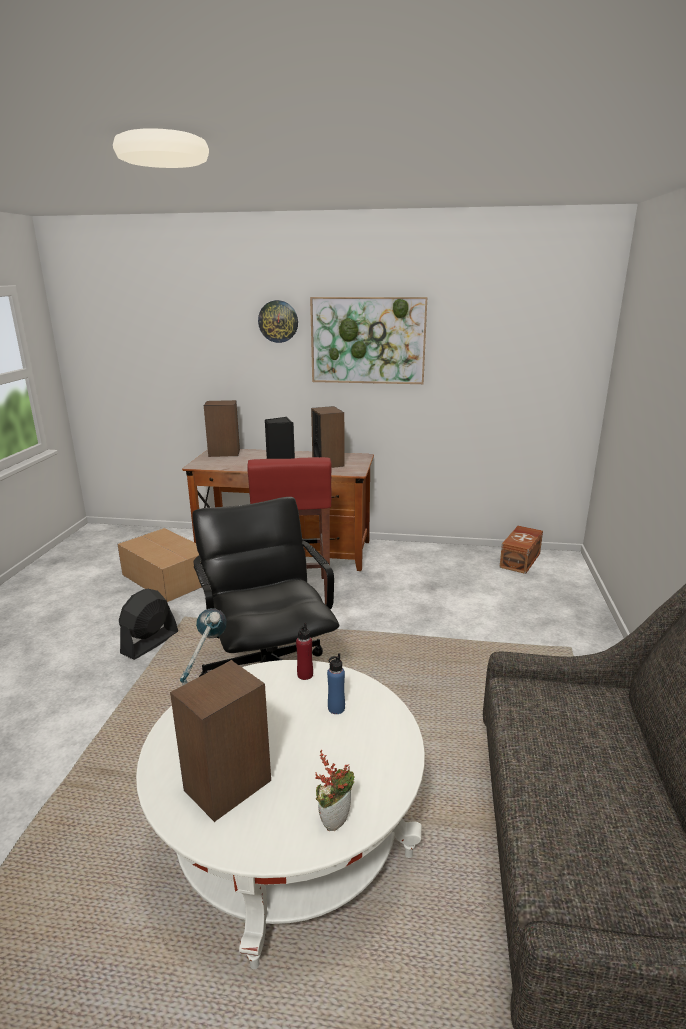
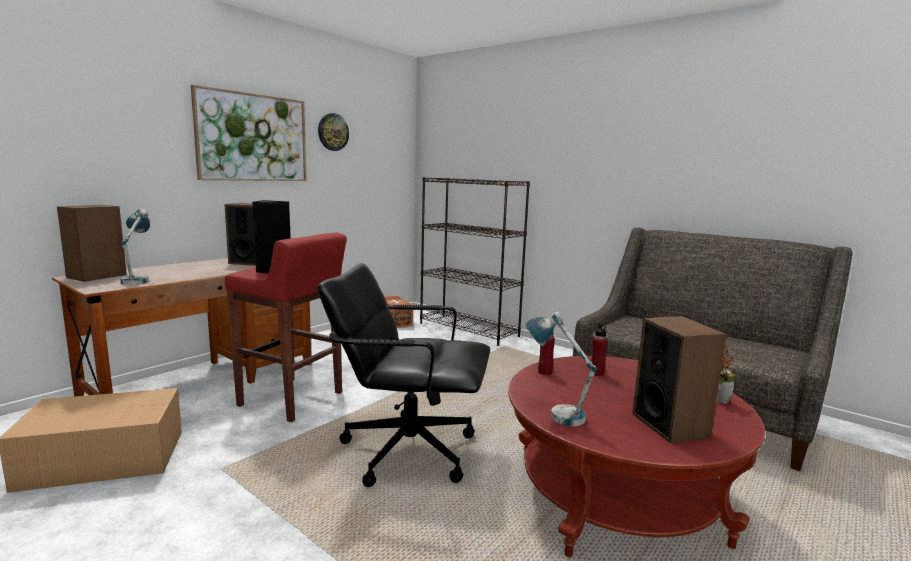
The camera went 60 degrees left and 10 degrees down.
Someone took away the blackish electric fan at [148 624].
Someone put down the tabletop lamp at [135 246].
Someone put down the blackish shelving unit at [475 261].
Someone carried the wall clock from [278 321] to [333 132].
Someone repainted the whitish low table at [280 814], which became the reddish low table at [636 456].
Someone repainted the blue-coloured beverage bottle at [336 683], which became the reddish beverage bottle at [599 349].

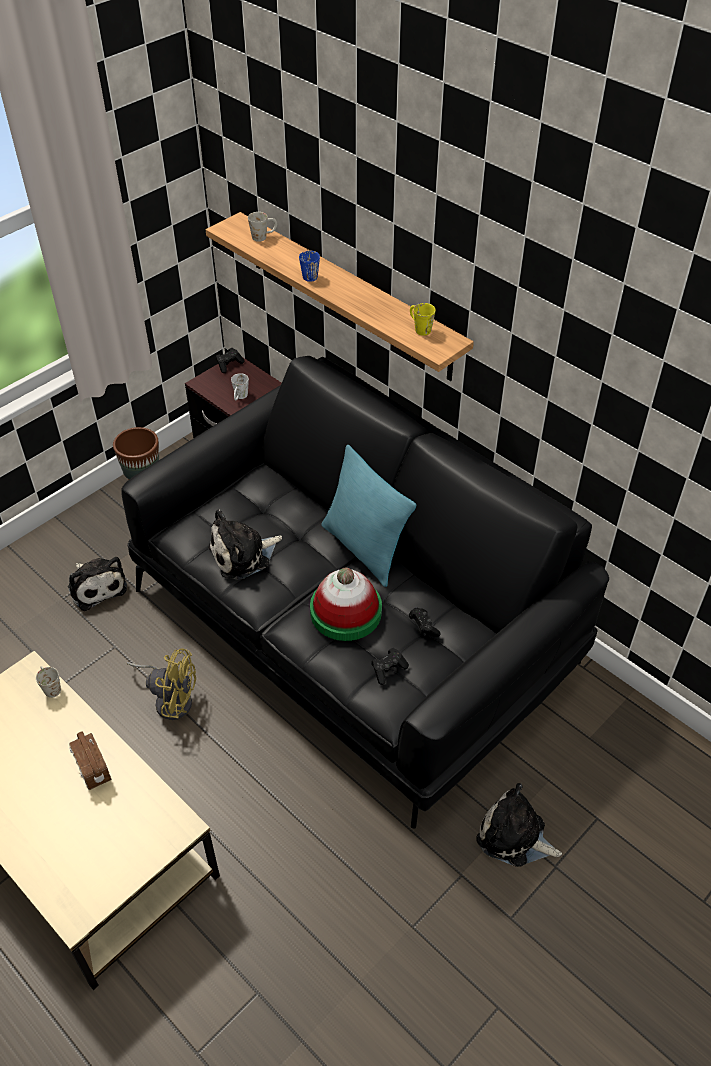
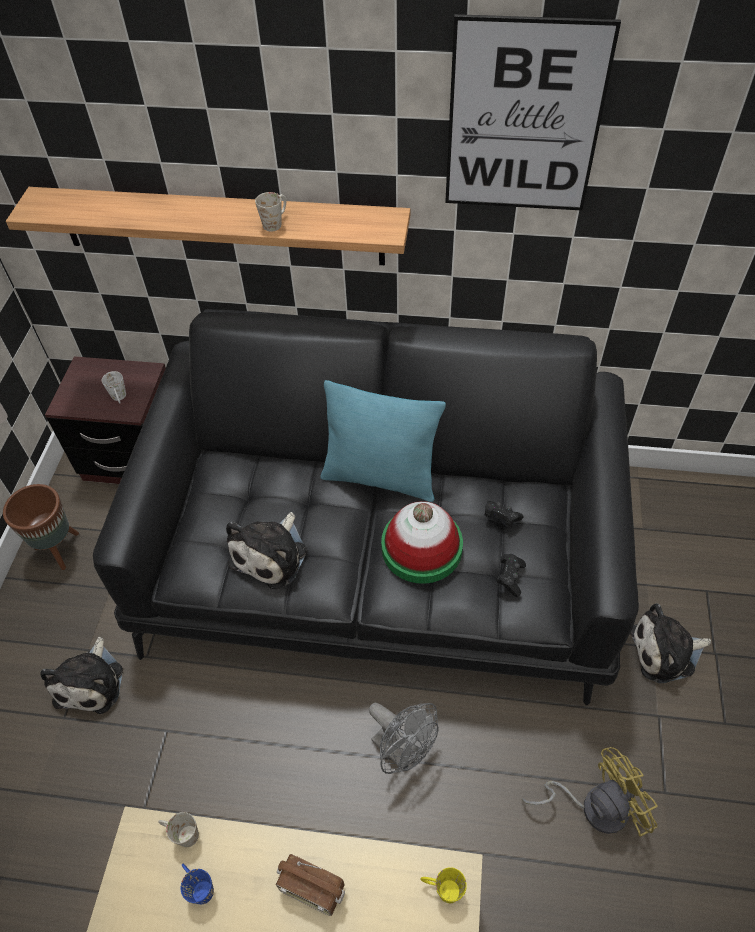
The camera went 35 degrees left and 5 degrees up.
Someone took away the blackish game controller at [230 360].
Someone put down the grey electric fan at [403 738].
Someone put up the picture at [533 112].
Someone carried the yellow electric fan from [161 684] to [590 792].
Someone carried the whitish mug from [262 227] to [270 211].
Someone carried the blue-coloured mug from [309 266] to [197 884].
Someone carried the yellow mug from [423 319] to [443 885].
Someone rotated the soft toy at [97 584] by 75 degrees clockwise.

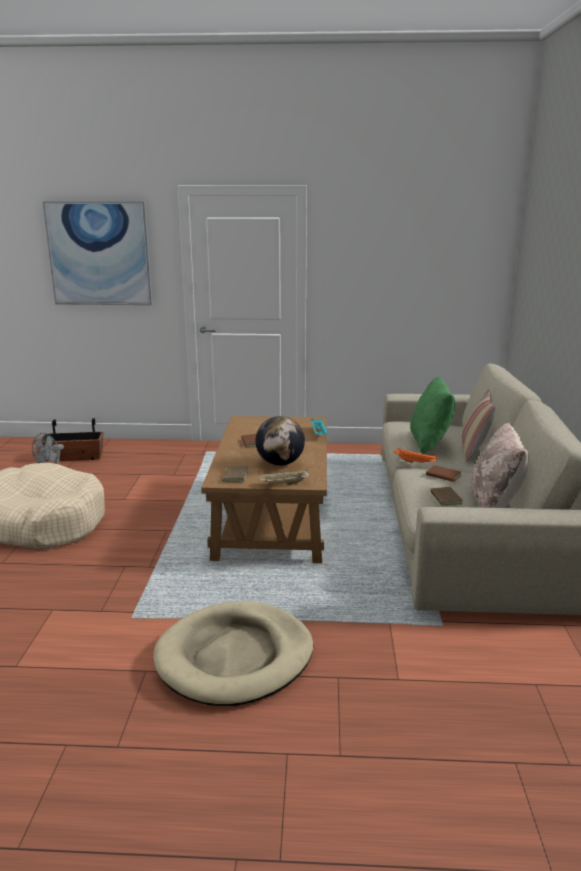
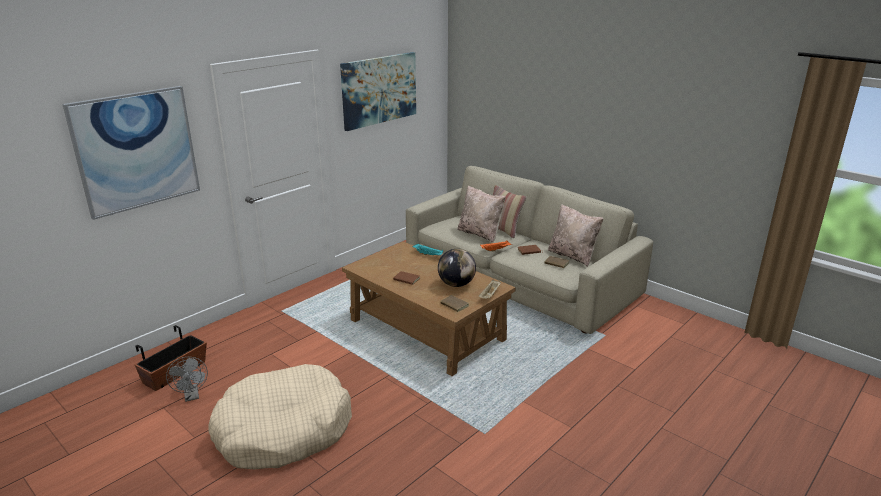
The camera went 50 degrees left and 5 degrees up.
Someone took away the sand-coloured dog bed at [233 653].
Someone put up the picture at [378 91].
Someone repainted the green-coloured pillow at [432 415], which became the sand-coloured pillow at [481 214].

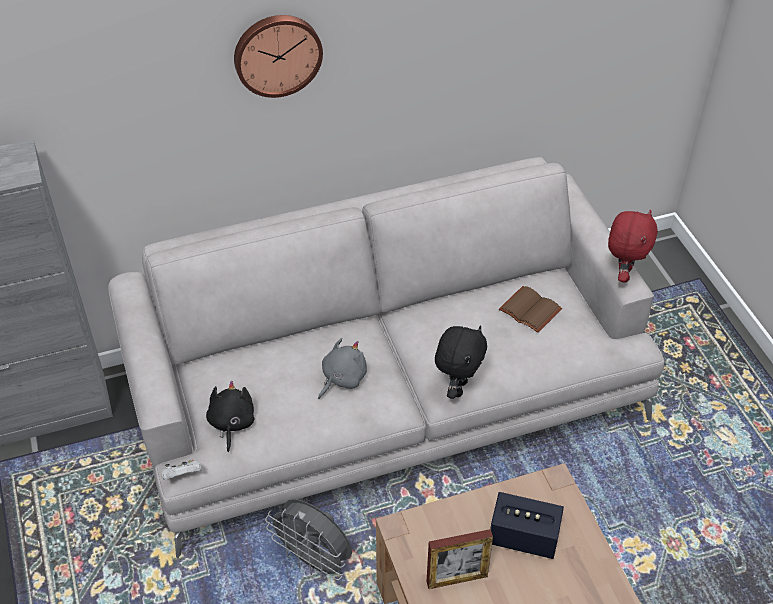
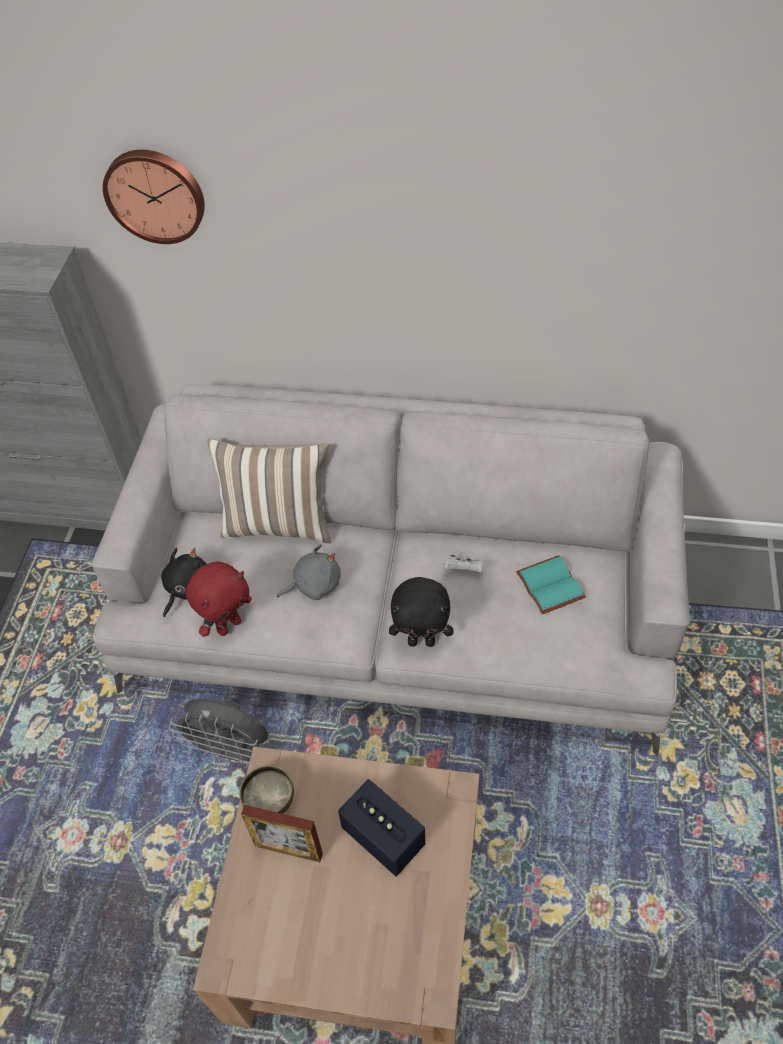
The camera went 30 degrees right and 5 degrees up.
Someone put down the pillow at [270 491].
Someone put down the deep dish at [266 789].
Someone carried the whitish game controller from [181 470] to [463 563].
Someone carried the wall clock from [278 56] to [154 197].
Someone carried the reddish soft toy from [633 246] to [219 599].
Someone repainted the brown-coloured bound book at [530 309], which became the turquoise bound book at [551 584].
Someone rotated the grey electric fan at [308 539] by 45 degrees counterclockwise.
Someone rotated the blackish soft toy at [461 362] by 45 degrees clockwise.

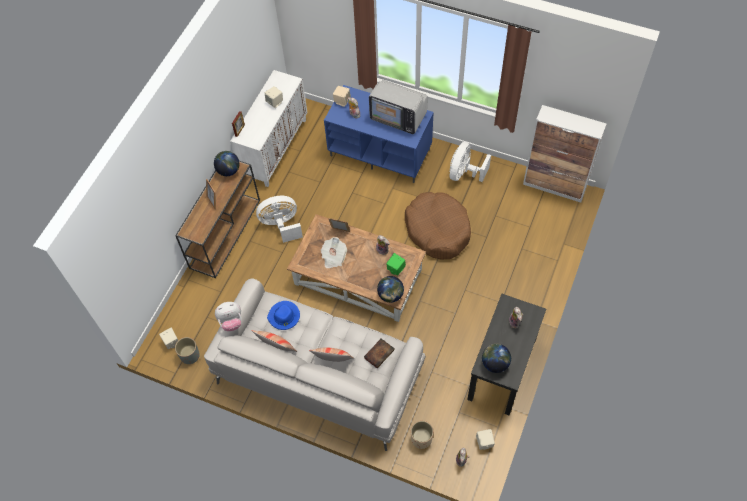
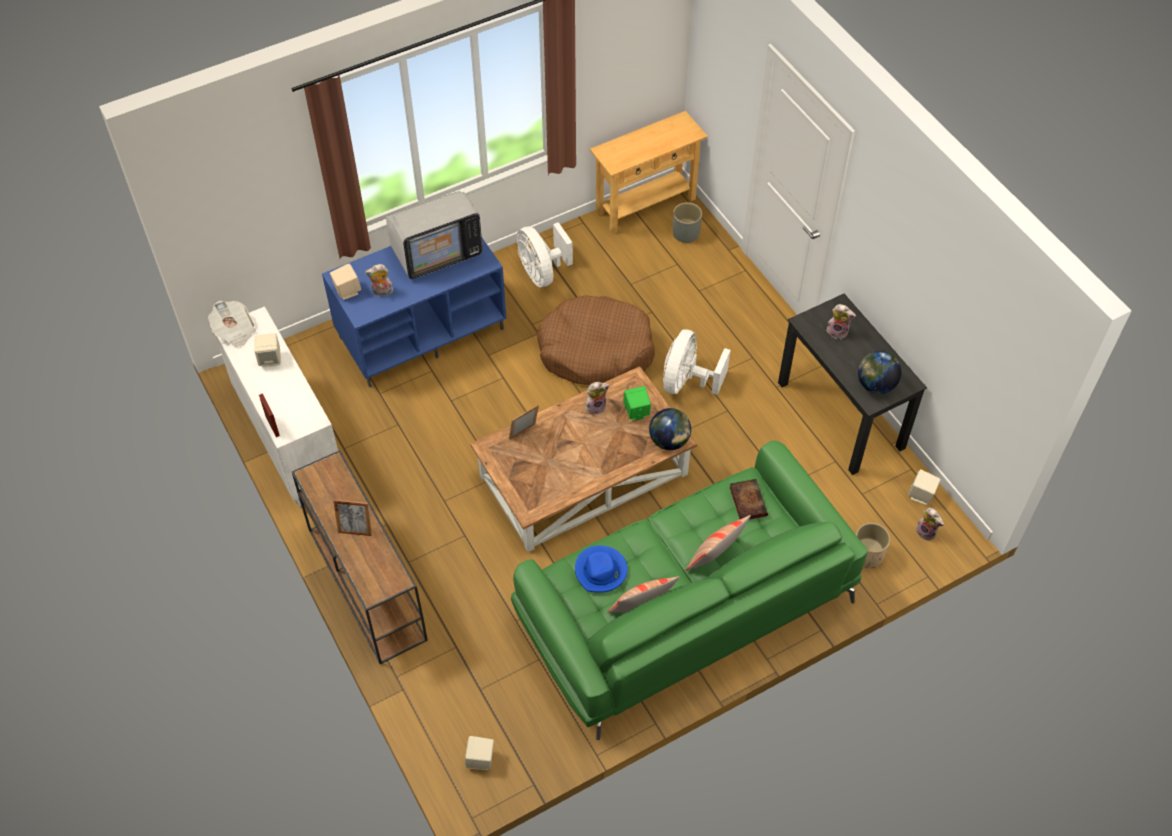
The camera went 55 degrees left and 5 degrees down.
Someone took away the world globe at [226 163].
Someone took away the soft toy at [228 316].
Someone carried the grey flower pot from [187 350] to [687 222].
Someone carried the whitish electric fan from [279 219] to [696 362].
Someone carried the daily paper from [334 252] to [232 324].
Someone swapped the storage cabinet at [564 154] for the sand-coloured hall table at [649 172].
Someone repainted the grey sofa at [315 364], which became the green-coloured sofa at [689 590].

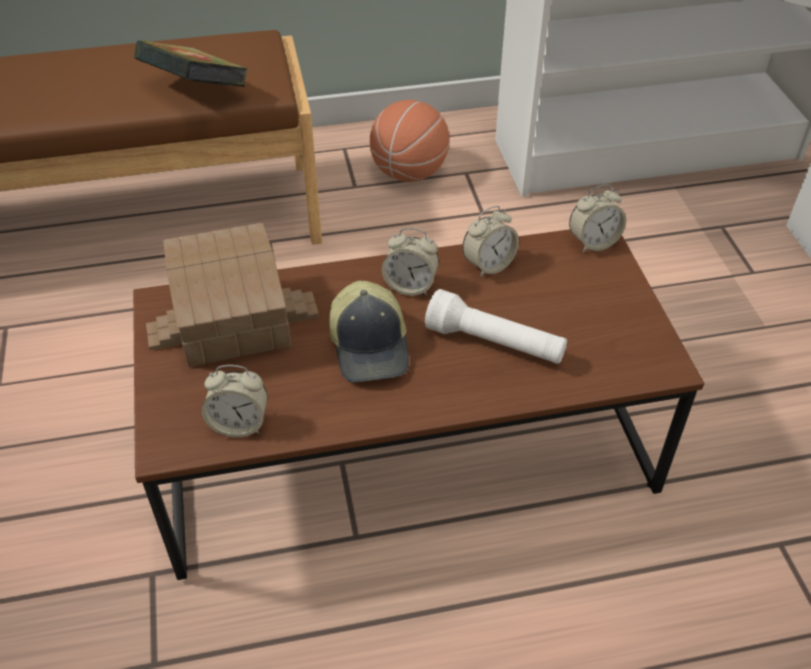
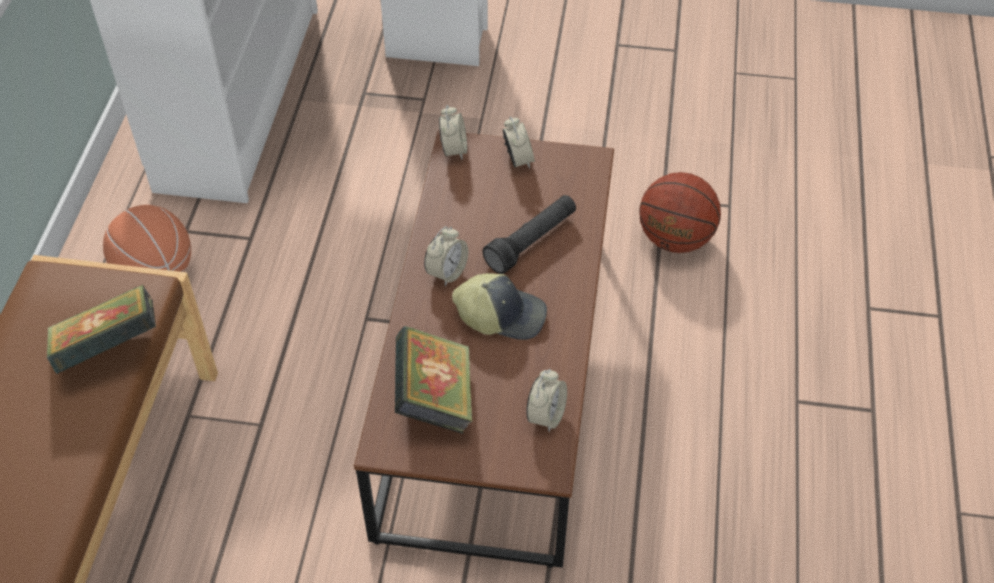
The camera went 70 degrees left and 5 degrees up.
Someone put down the basketball at [680 212].
Someone carried the alarm clock from [490 241] to [519 142].
Someone swapped the miniature house at [232 295] for the bound book at [434 380].
Someone repainted the whitish torch at [496 326], which became the blackish torch at [529 234].

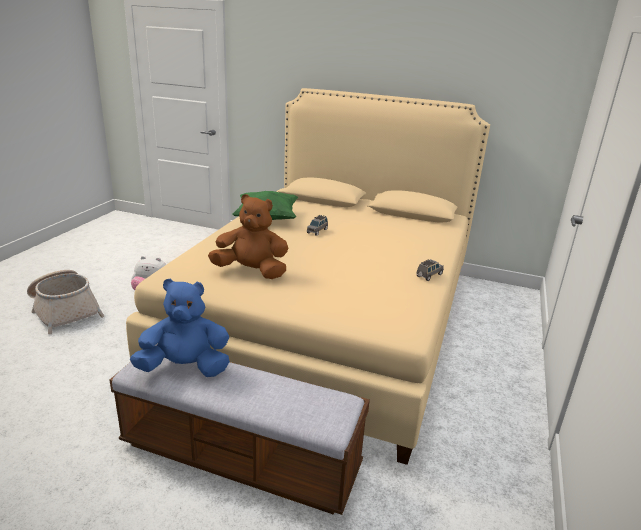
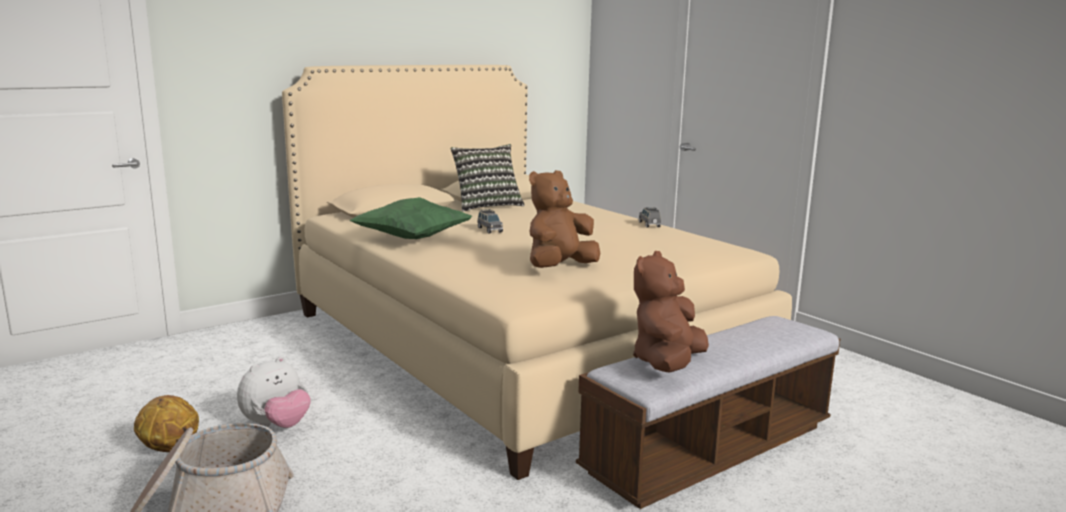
The camera went 55 degrees left and 10 degrees down.
Someone put down the basketball at [166 423].
Someone put down the pillow at [487 178].
Someone repainted the blue-coloured soft toy at [180 328], which became the brown-coloured soft toy at [671 312].

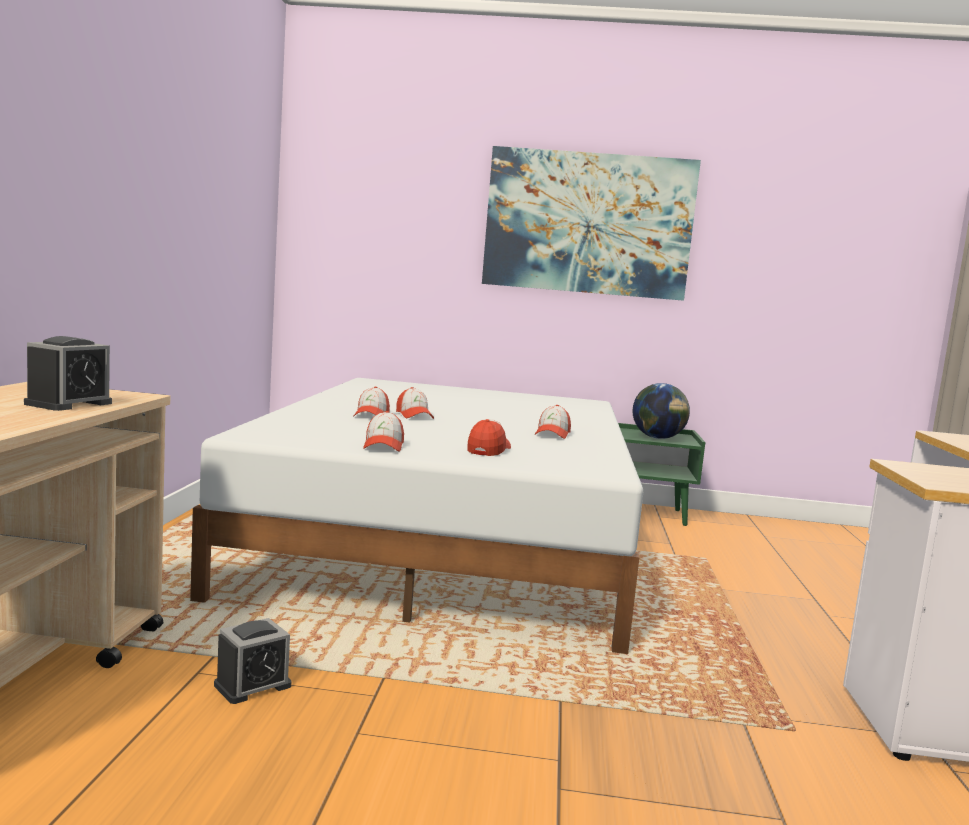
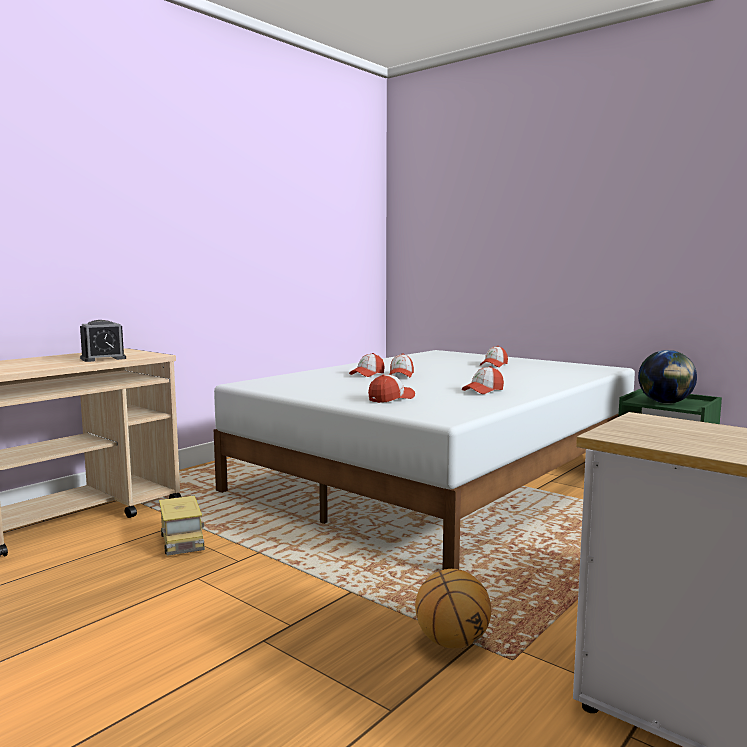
The camera went 35 degrees right and 0 degrees up.
Someone took away the picture at [591 223].
Someone put down the basketball at [453 609].
Someone carried the baseball cap from [383 431] to [494 356].
Someone swapped the alarm clock at [253 661] for the toy lorry at [182 526].

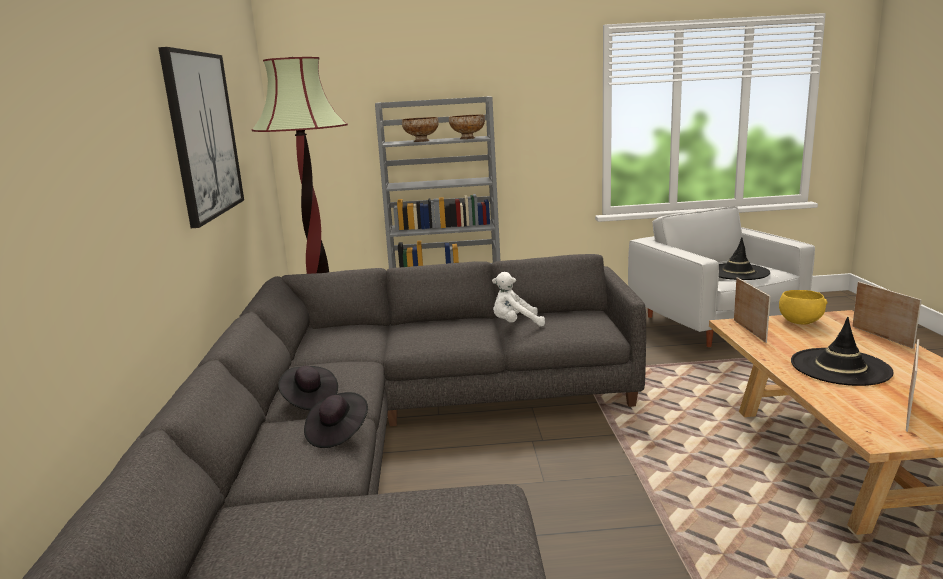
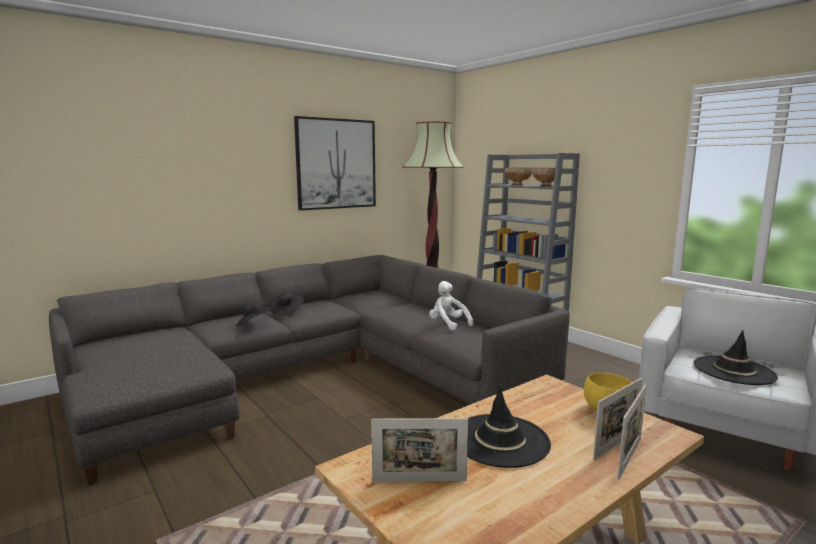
The camera went 55 degrees right and 5 degrees down.
Someone carried the photo frame from [752 310] to [618 419].

